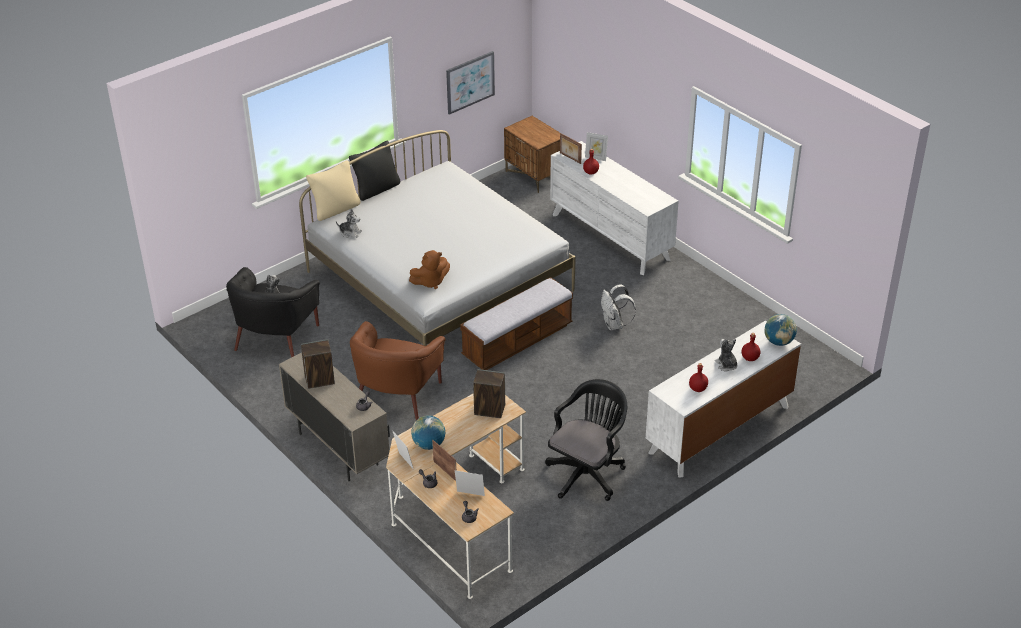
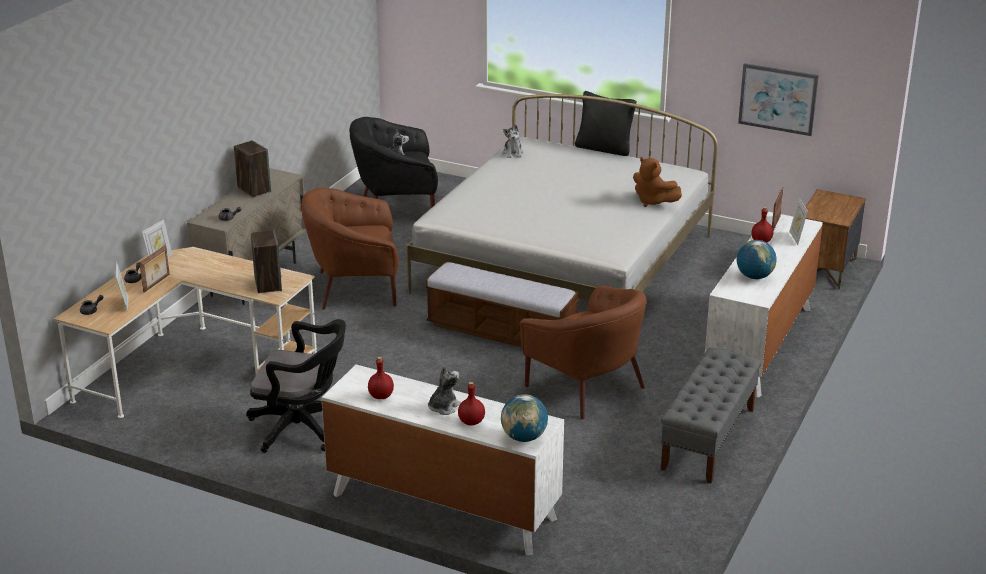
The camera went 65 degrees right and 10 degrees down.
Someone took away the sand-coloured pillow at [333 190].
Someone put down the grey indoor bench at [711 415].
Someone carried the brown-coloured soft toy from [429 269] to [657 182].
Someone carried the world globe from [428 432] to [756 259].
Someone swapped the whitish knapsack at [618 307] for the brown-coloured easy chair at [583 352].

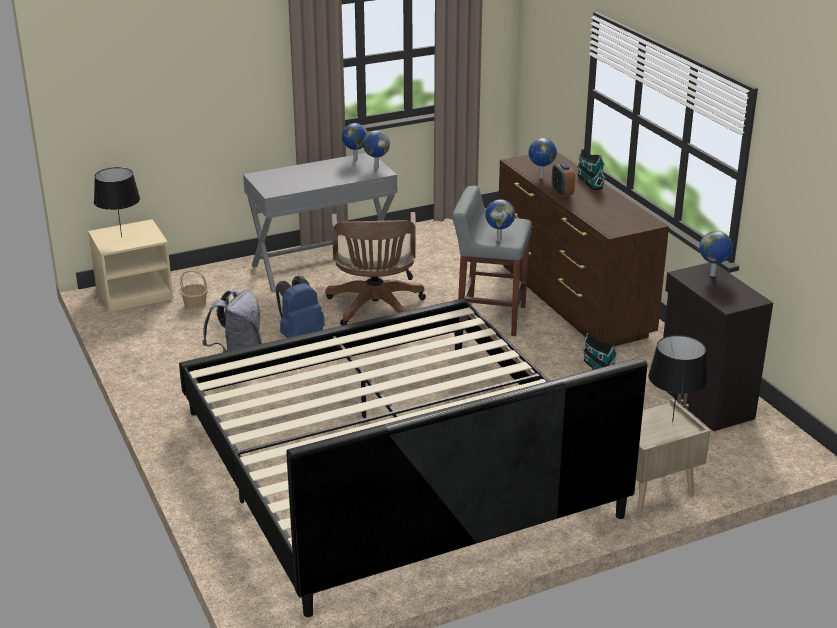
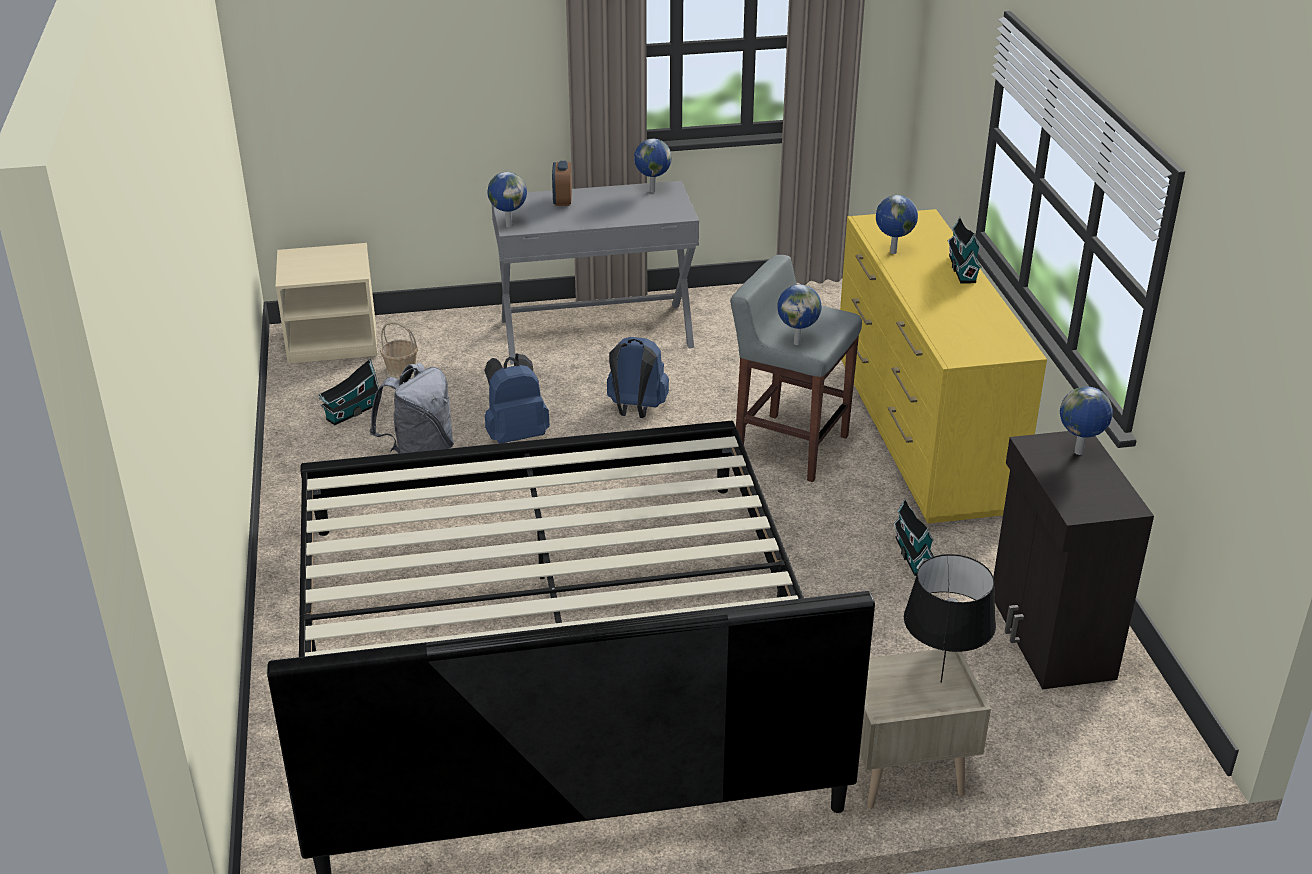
The camera went 15 degrees right and 5 degrees up.
Someone took away the blackish tabletop lamp at [117 202].
Someone put down the miniature house at [349 392].
Someone carried the world globe from [376 149] to [507 200].
Someone carried the alarm clock from [563 180] to [562 183].
Someone swapped the brown-coloured desk chair at [375 269] for the blue-coloured knapsack at [638 377].
Someone repainted the brown-coloured chest of drawers at [584 249], which became the yellow chest of drawers at [943 366].

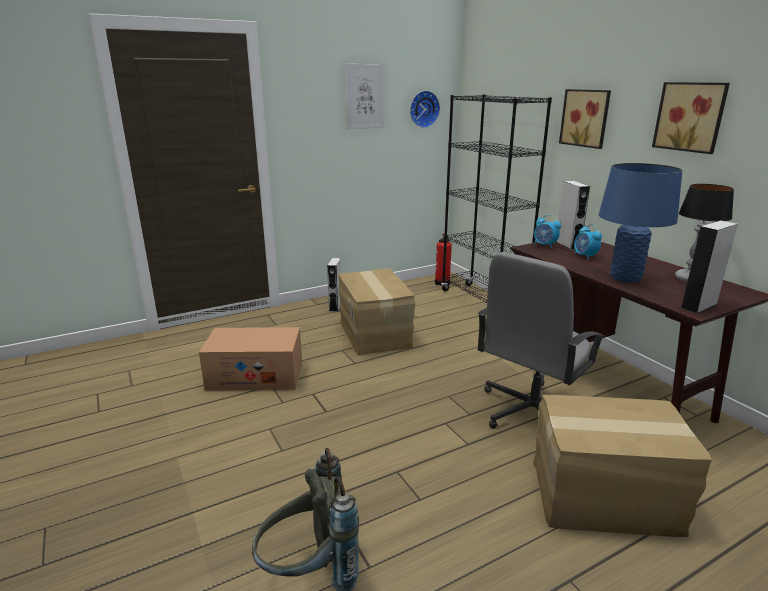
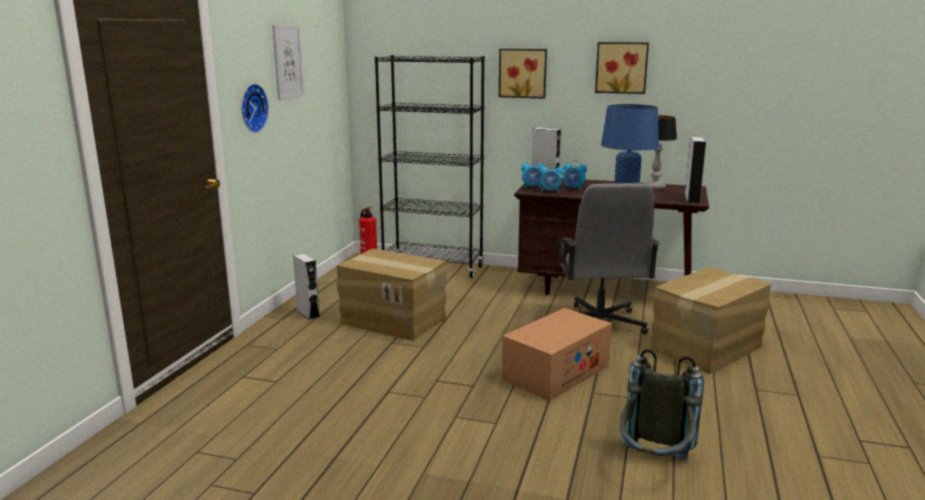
The camera went 45 degrees left and 5 degrees down.
Someone put down the alarm clock at [551 177].
Someone carried the carton from [250 358] to [557 354].
Someone carried the wall clock from [425 109] to [255 108].

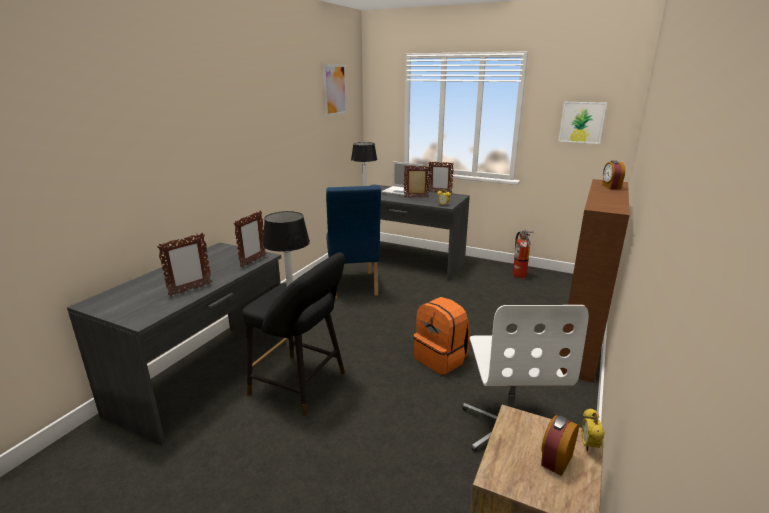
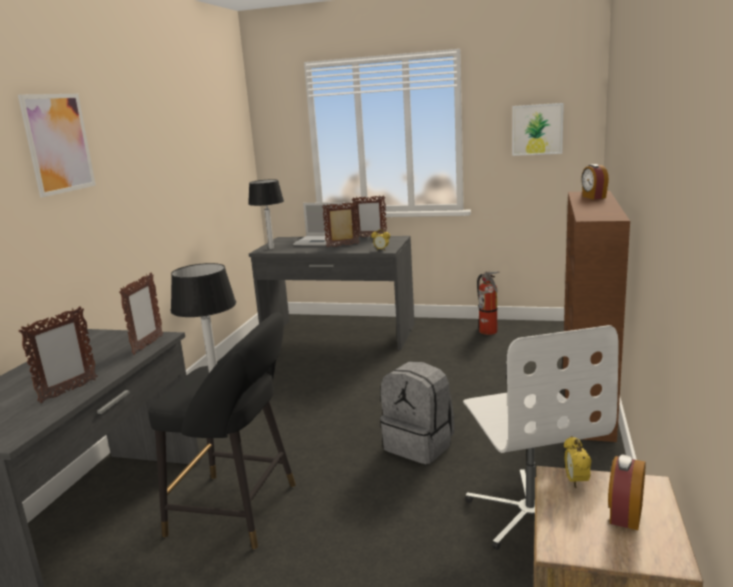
The camera went 10 degrees left and 5 degrees down.
Someone took away the blue-coloured chair at [353 242].
Someone carried the picture from [335 90] to [57 145].
Someone carried the alarm clock from [593 429] to [577 462].
Someone repainted the orange-coloured knapsack at [441 336], which became the grey knapsack at [417 413].

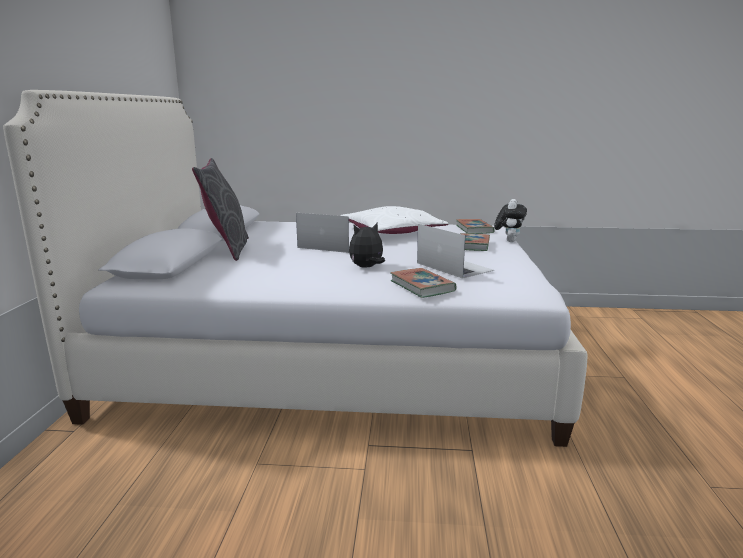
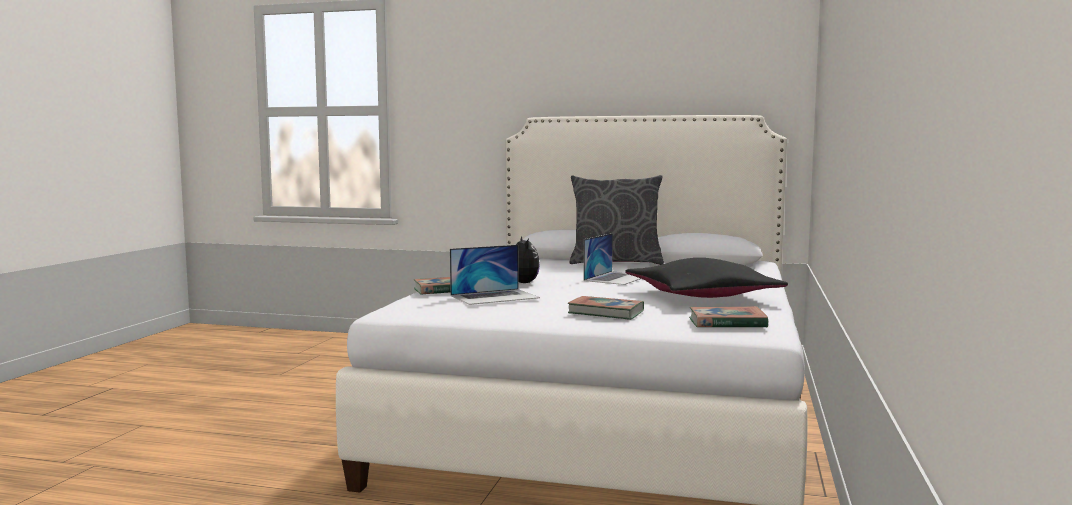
The camera went 100 degrees right and 10 degrees down.
Someone took away the soft toy at [510 220].
Someone repainted the whitish pillow at [394 220], which became the blackish pillow at [706 278].

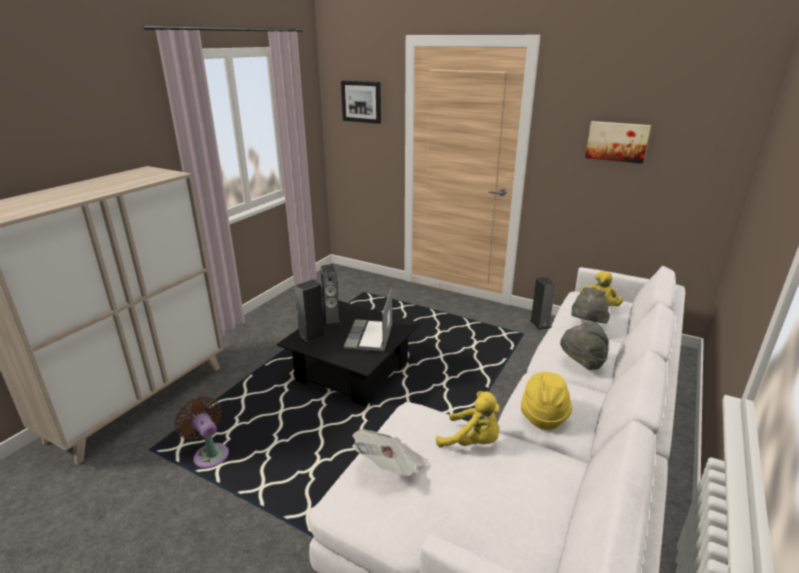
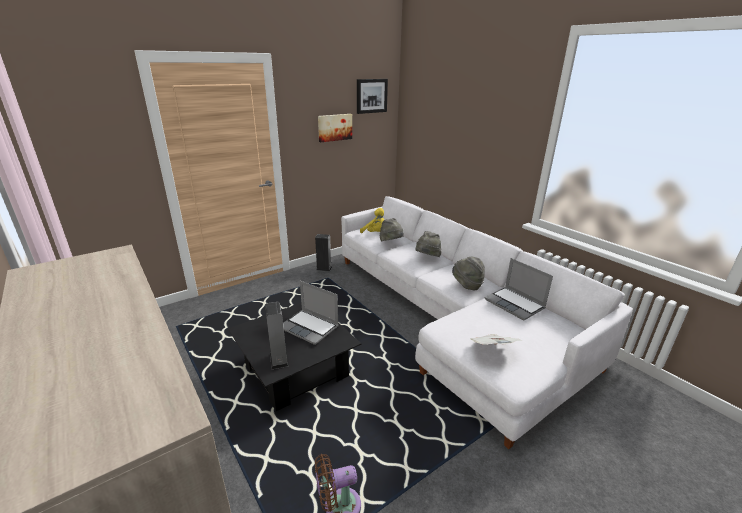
The camera went 65 degrees left and 0 degrees up.
Someone took away the loudspeaker at [330 295].
Someone took away the yellow soft toy at [468 419].
Someone put down the notebook computer at [518 289].
Someone carried the picture from [361 102] to [372 96].
Someone repainted the yellow hat at [546 401], which became the grey hat at [468 273].

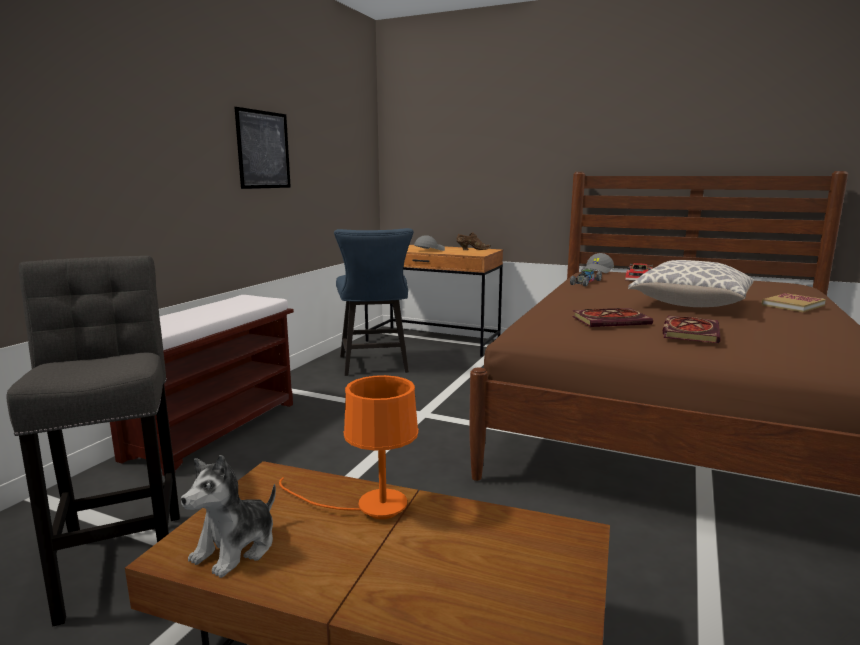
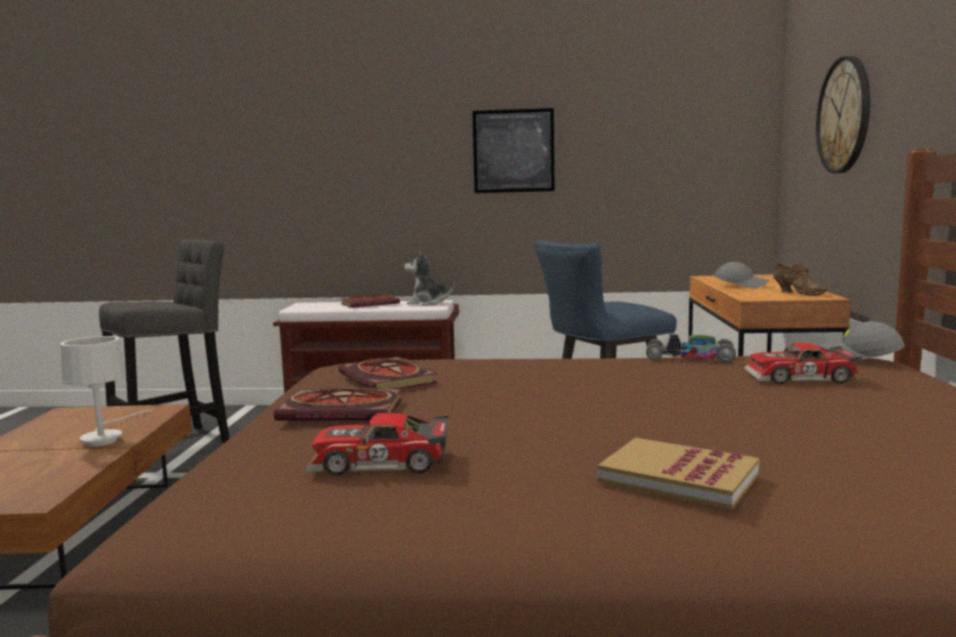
The camera went 70 degrees right and 5 degrees down.
Someone took away the pillow at [691 283].
Someone put down the model car at [377 444].
Someone put down the bound book at [370 301].
Someone put up the wall clock at [843 114].
Someone carried the soft toy from [228 516] to [429 278].
Someone repainted the orange-coloured tabletop lamp at [348 447], which became the whitish tabletop lamp at [106 391].

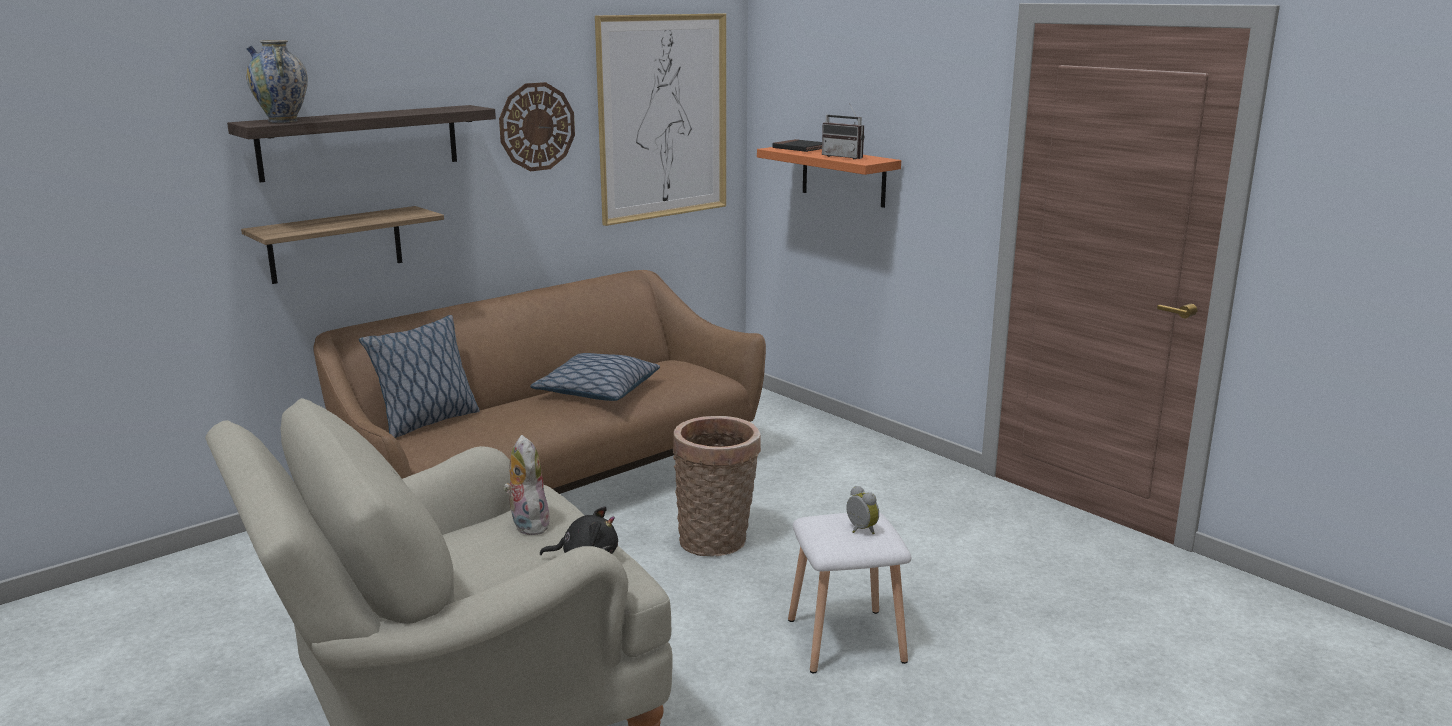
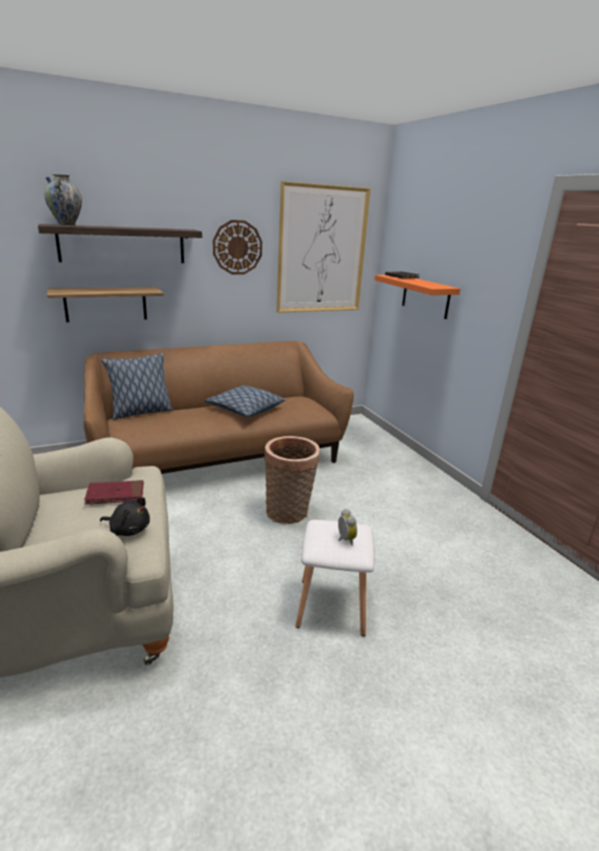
The camera went 15 degrees right and 5 degrees up.
Someone took away the radio set at [843 131].
Someone swapped the soft toy at [526 485] for the reddish bound book at [114 492].

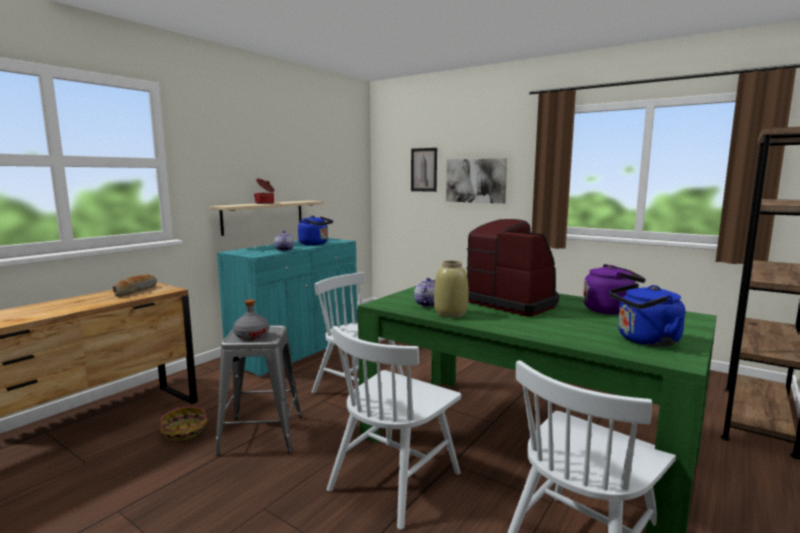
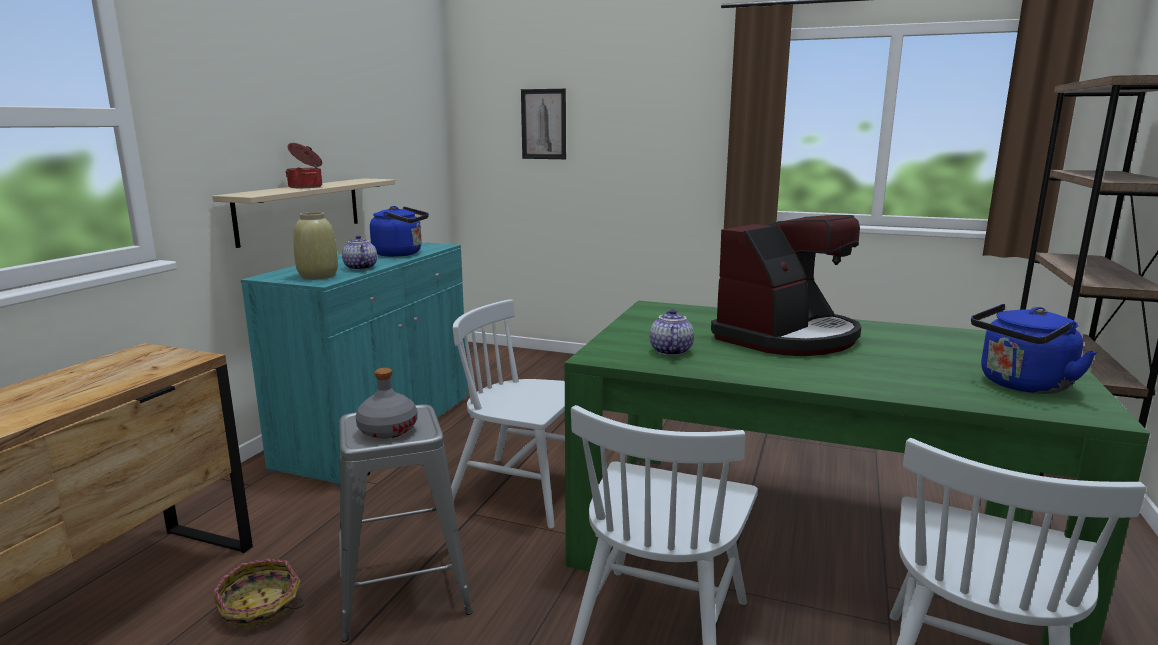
The camera went 15 degrees left and 5 degrees up.
Someone took away the baked bread at [135 285].
Someone took away the picture at [476 181].
Someone took away the purple-coloured water kettle at [614 289].
Someone carried the sand-coloured vase from [451 289] to [315 246].
Someone rotated the coffee machine at [512 267] by 105 degrees clockwise.

